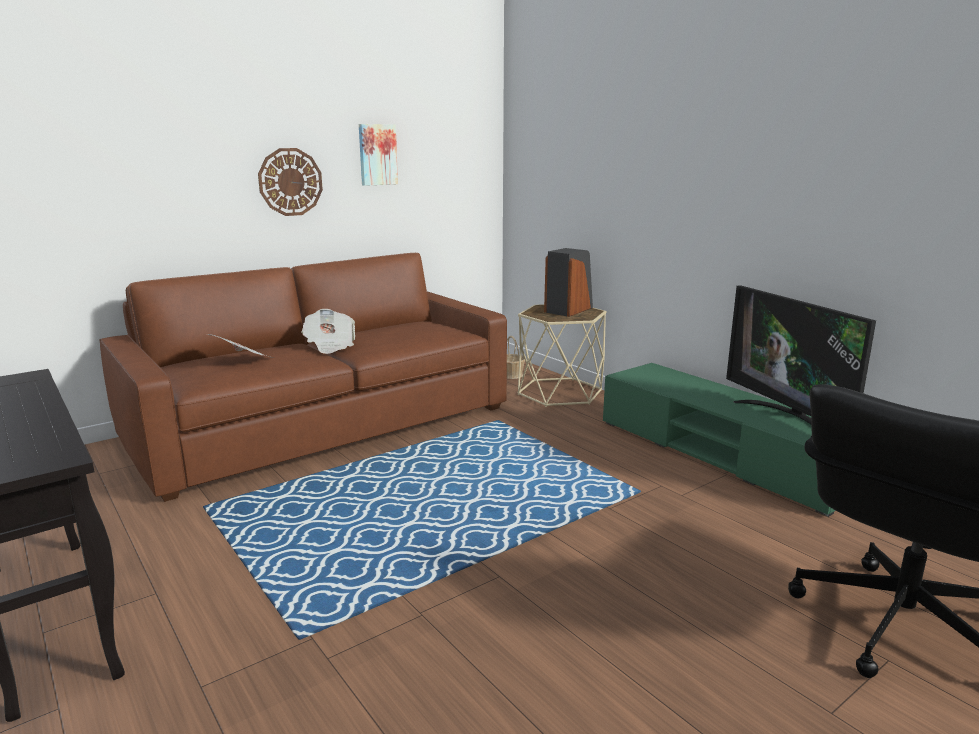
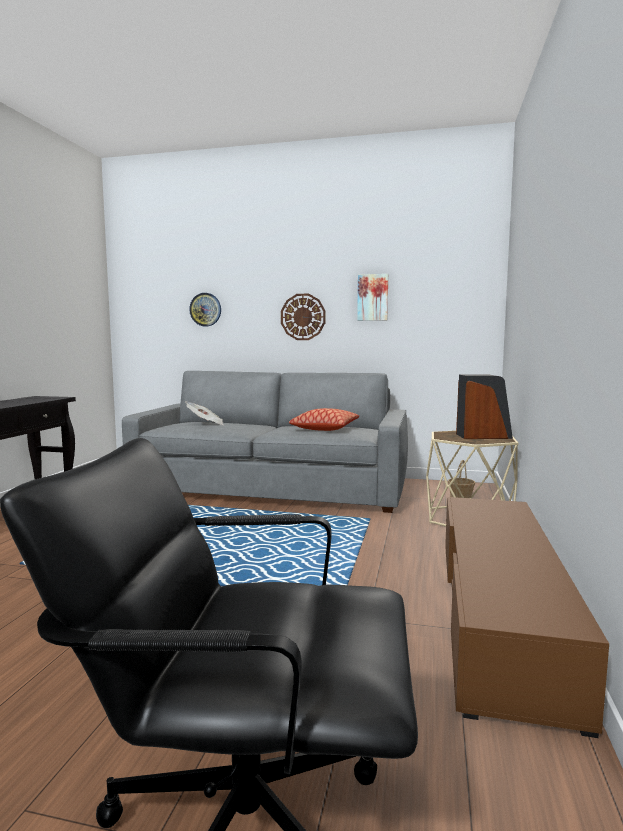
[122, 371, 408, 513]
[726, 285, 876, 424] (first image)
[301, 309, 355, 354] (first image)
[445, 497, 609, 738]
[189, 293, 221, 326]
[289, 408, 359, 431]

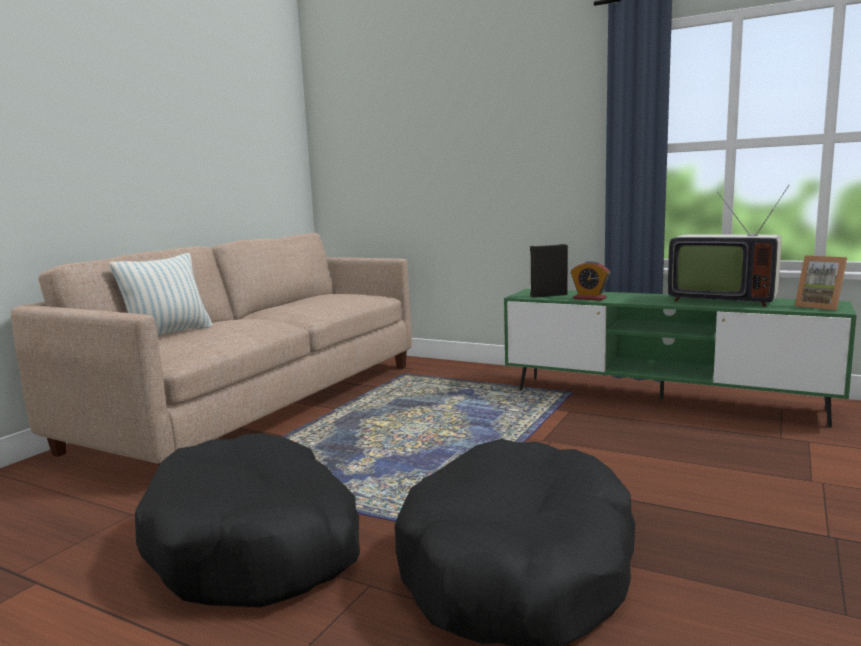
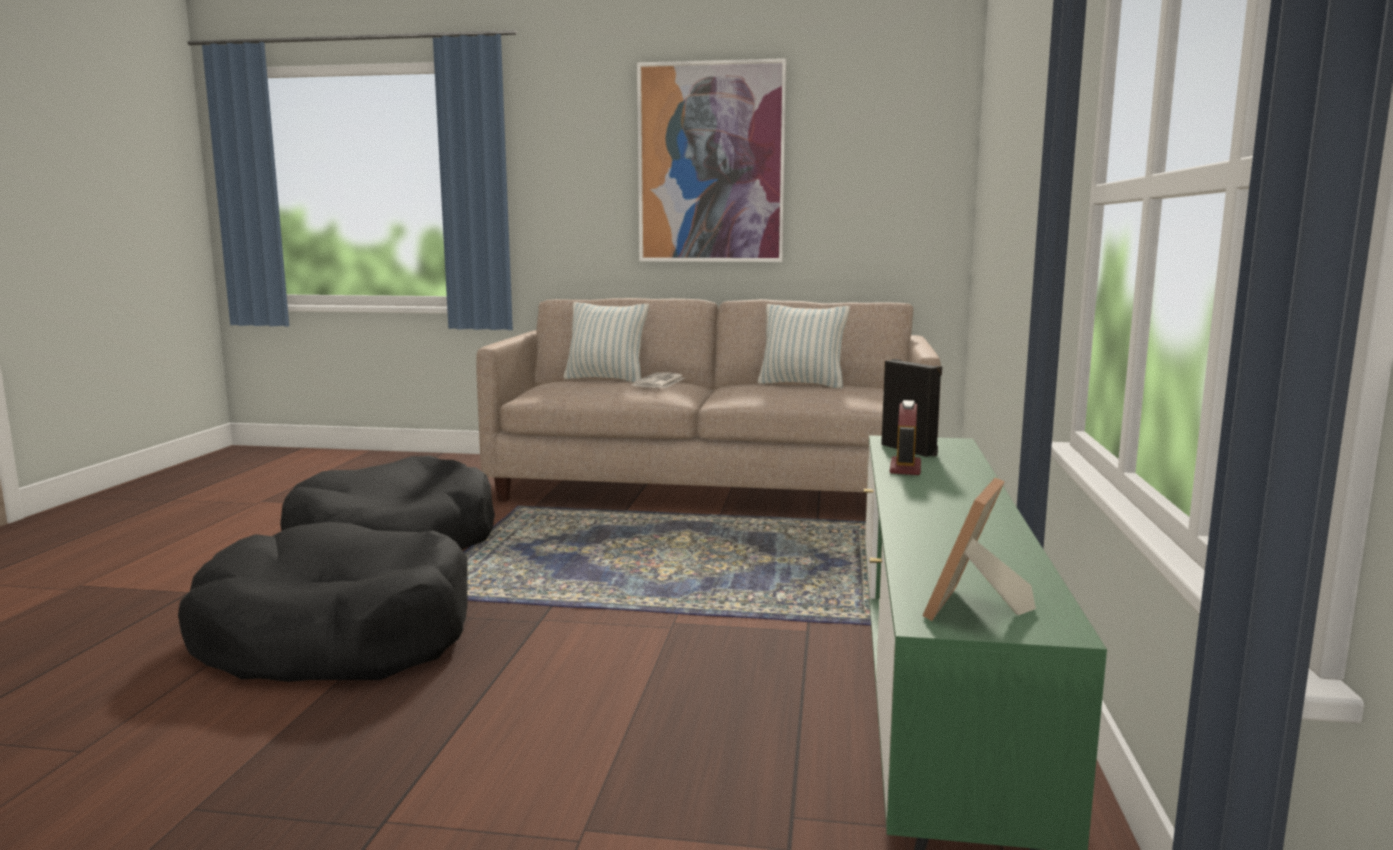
[668, 185, 789, 307] (first image)
[637, 58, 786, 262]
[758, 304, 850, 388]
[631, 372, 685, 388]

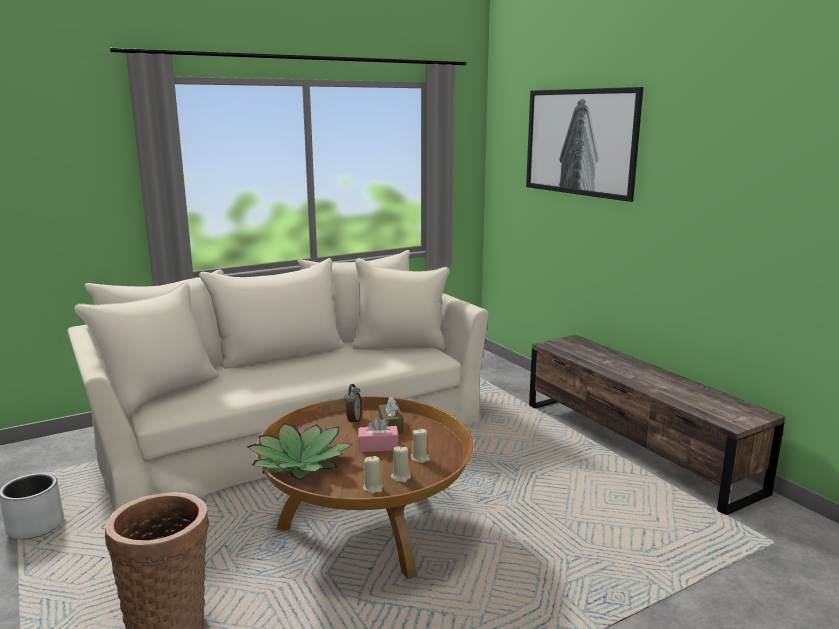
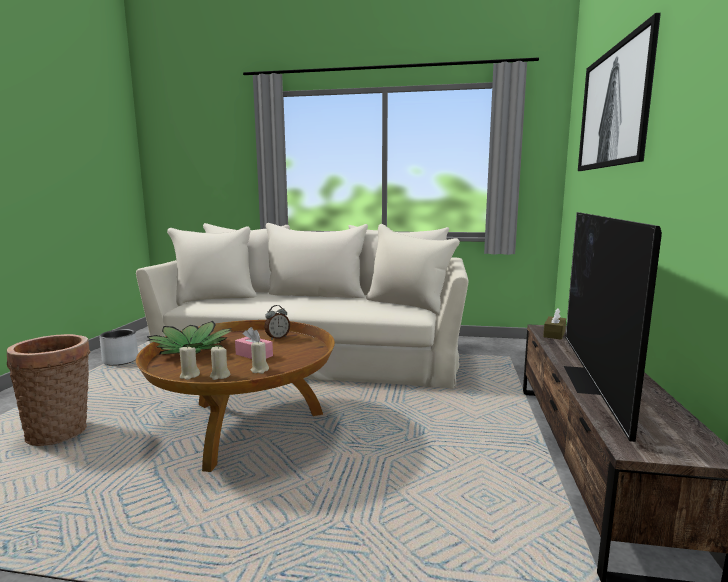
[543, 308, 566, 340]
[564, 212, 662, 442]

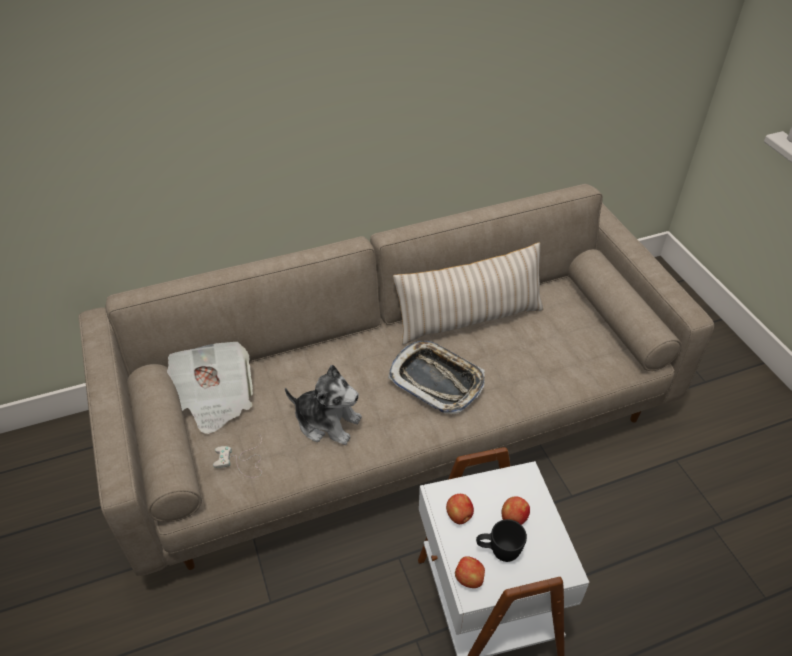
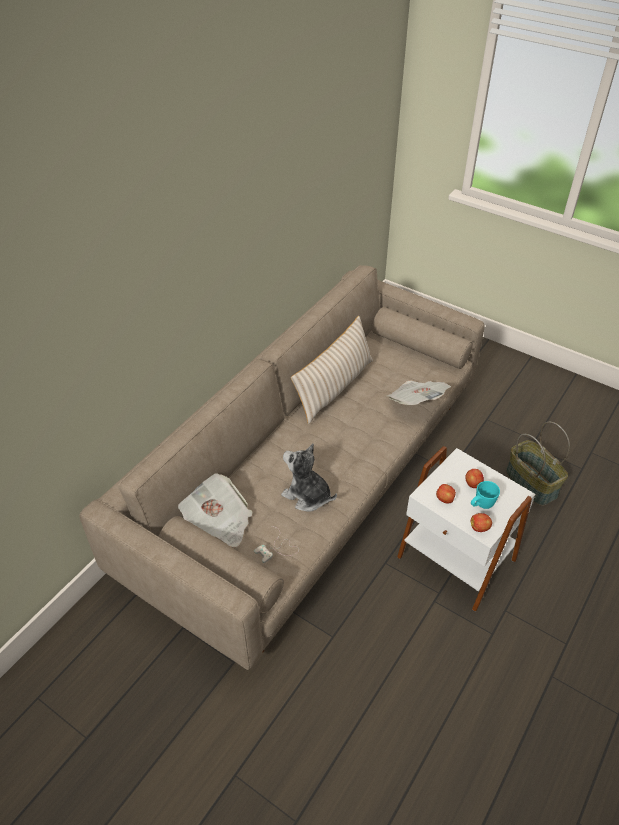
[388, 341, 485, 414] (first image)
[281, 444, 337, 512]
[471, 481, 500, 509]
[387, 380, 451, 405]
[506, 422, 570, 506]

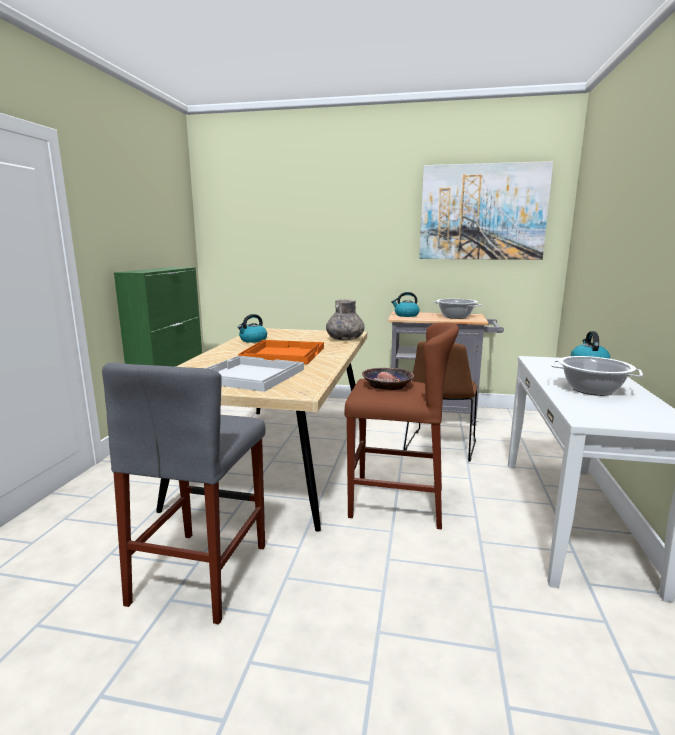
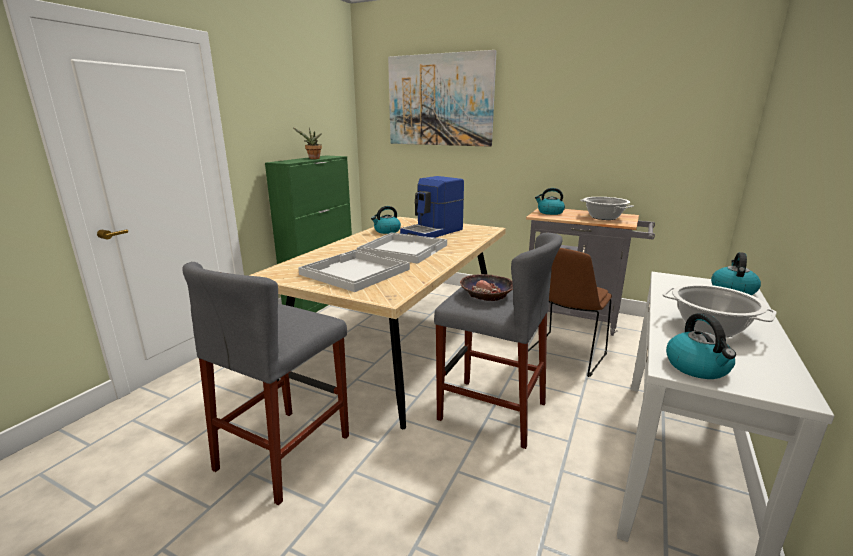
[388, 50, 497, 147]
[326, 299, 365, 340] (first image)
[434, 232, 563, 449]
[357, 232, 447, 263]
[294, 128, 322, 159]
[400, 176, 464, 238]
[666, 313, 736, 379]

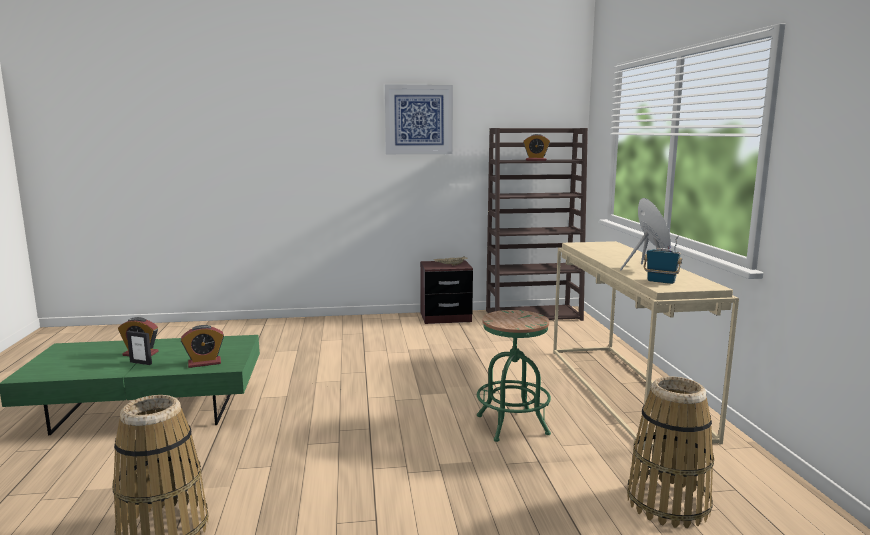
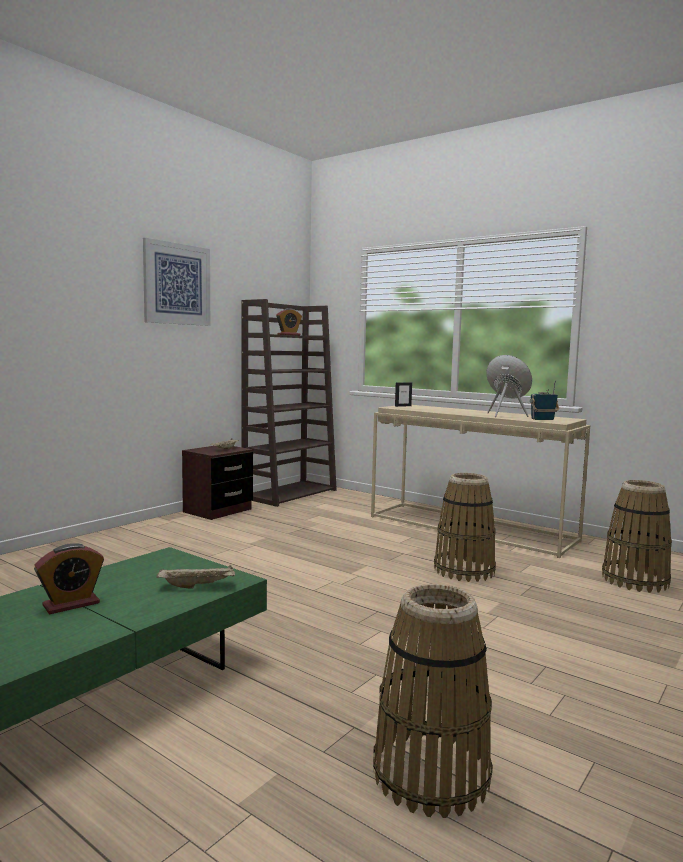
[434, 473, 496, 582]
[157, 565, 235, 588]
[395, 382, 412, 407]

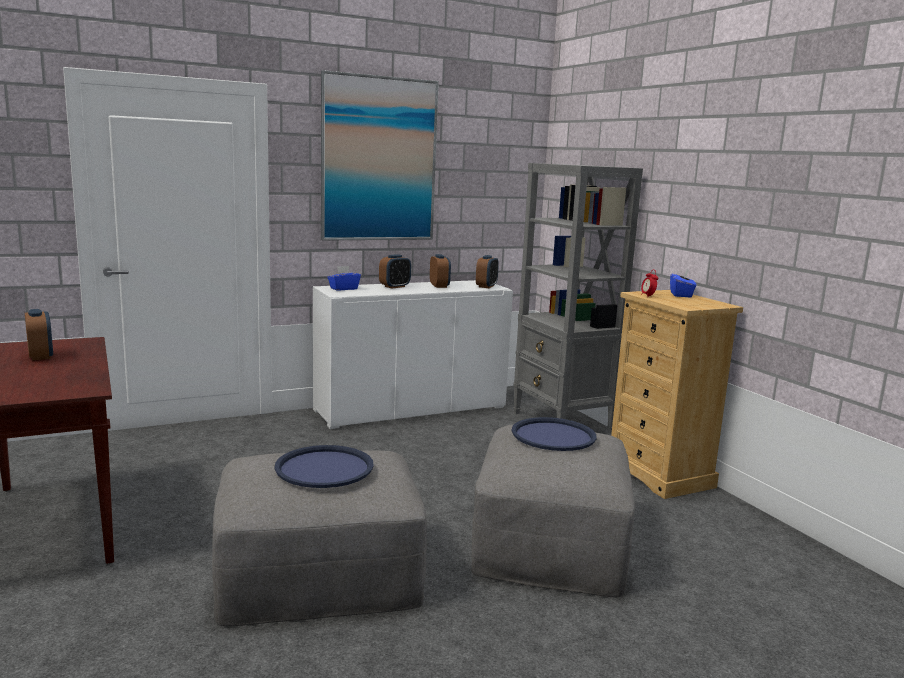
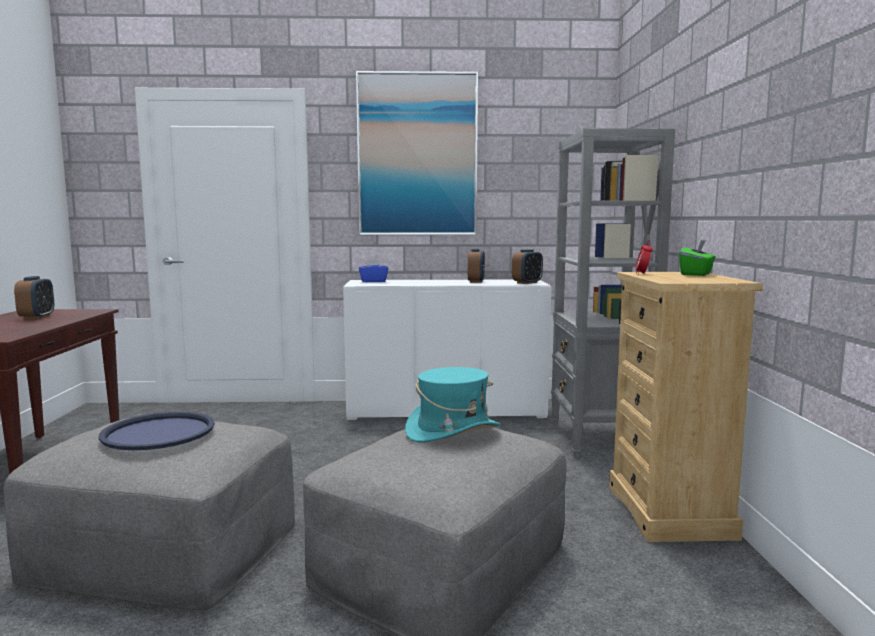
[379, 254, 411, 288] (first image)
[679, 240, 716, 276]
[405, 367, 501, 443]

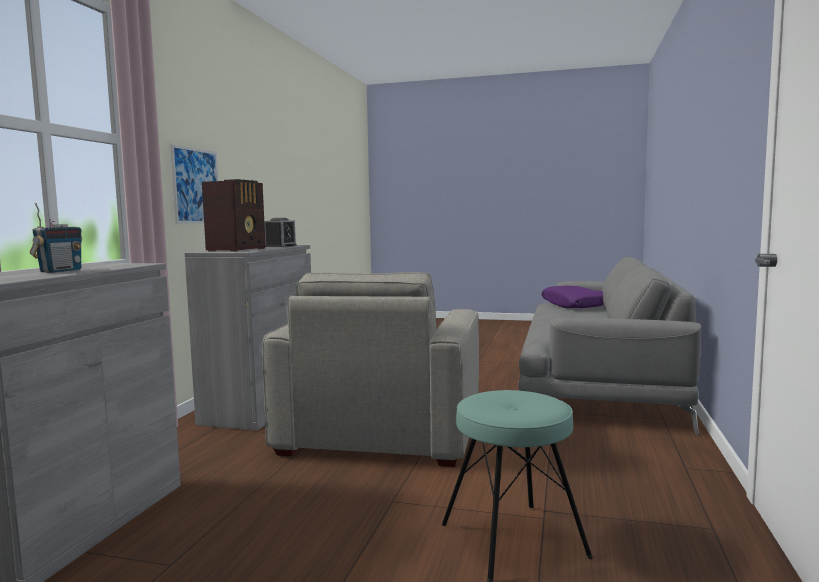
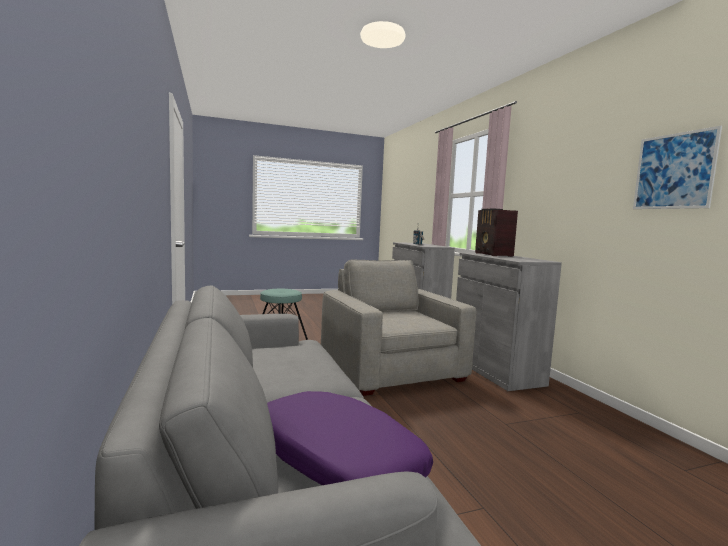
[633, 126, 722, 209]
[264, 218, 296, 247] (first image)

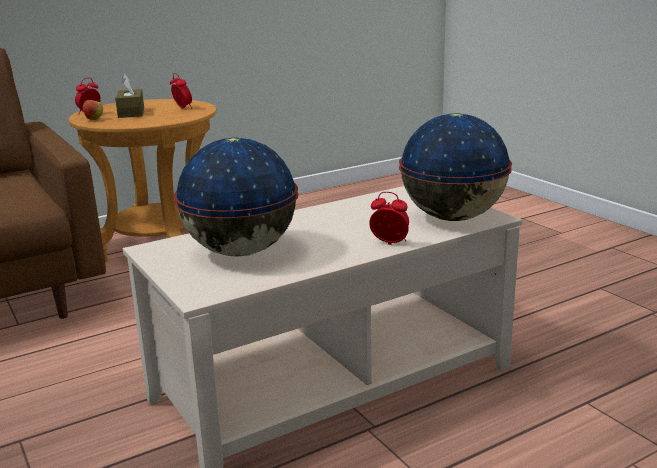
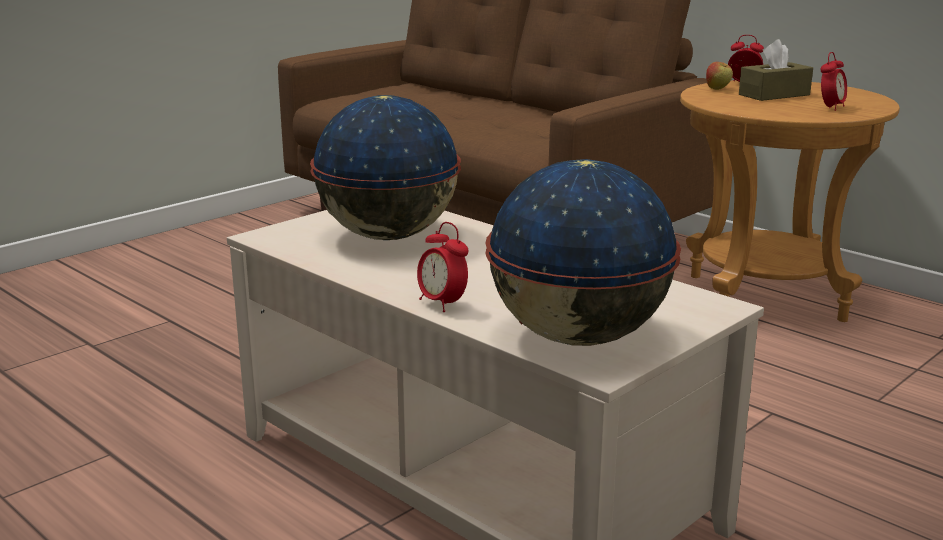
[417, 222, 469, 312]

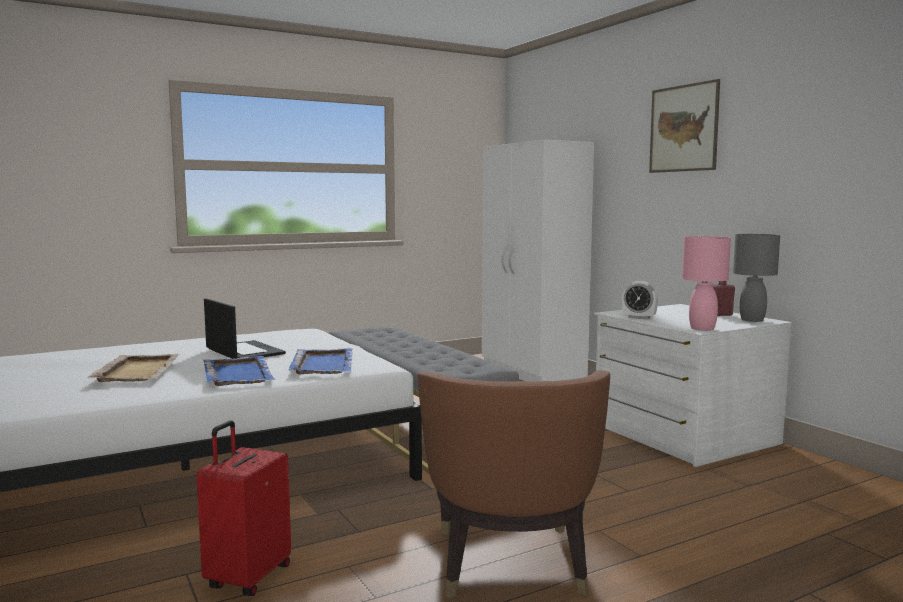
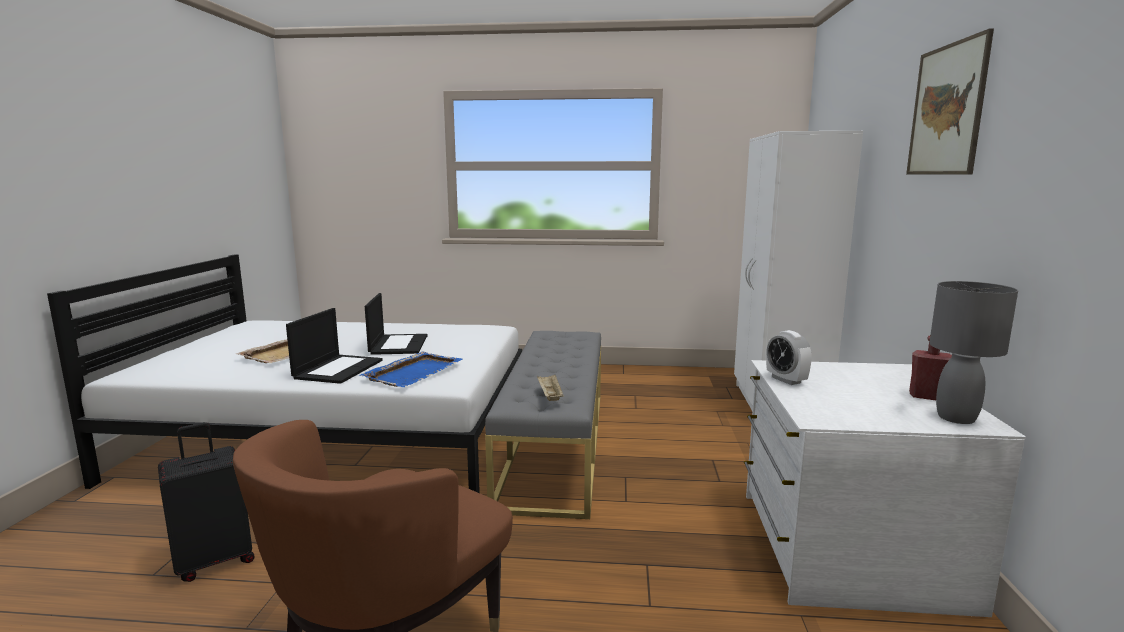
[682, 236, 731, 331] (first image)
[286, 308, 383, 384]
[158, 422, 255, 582]
[537, 375, 564, 401]

